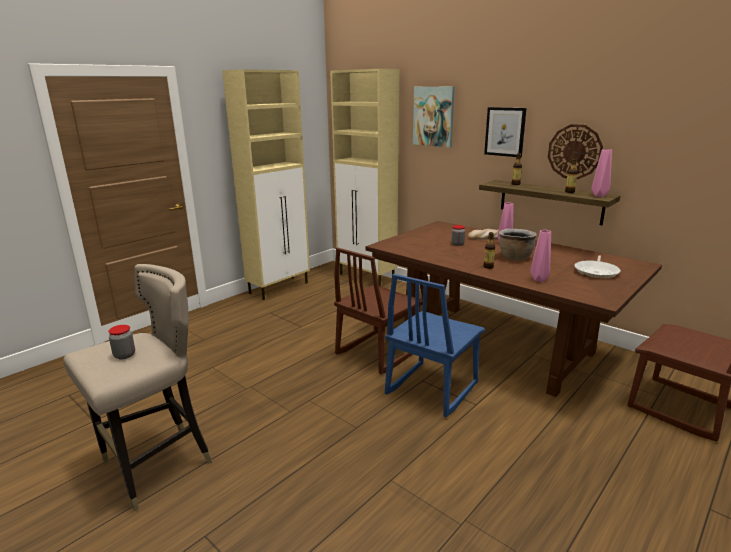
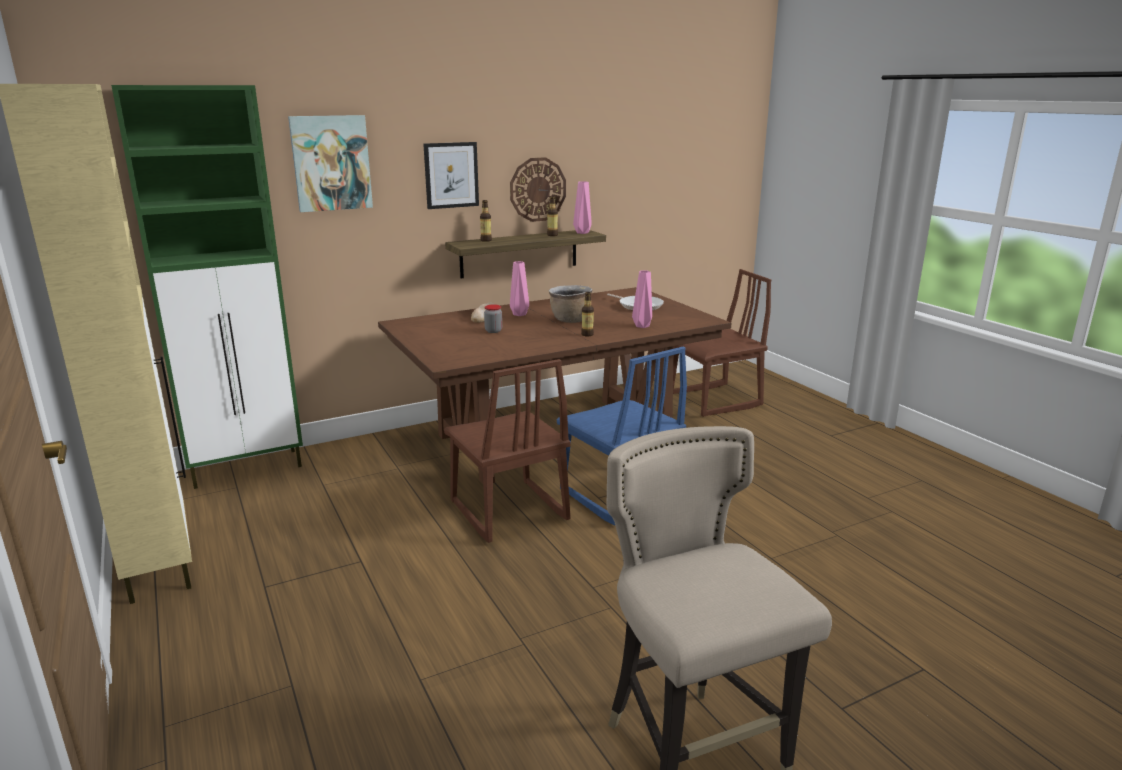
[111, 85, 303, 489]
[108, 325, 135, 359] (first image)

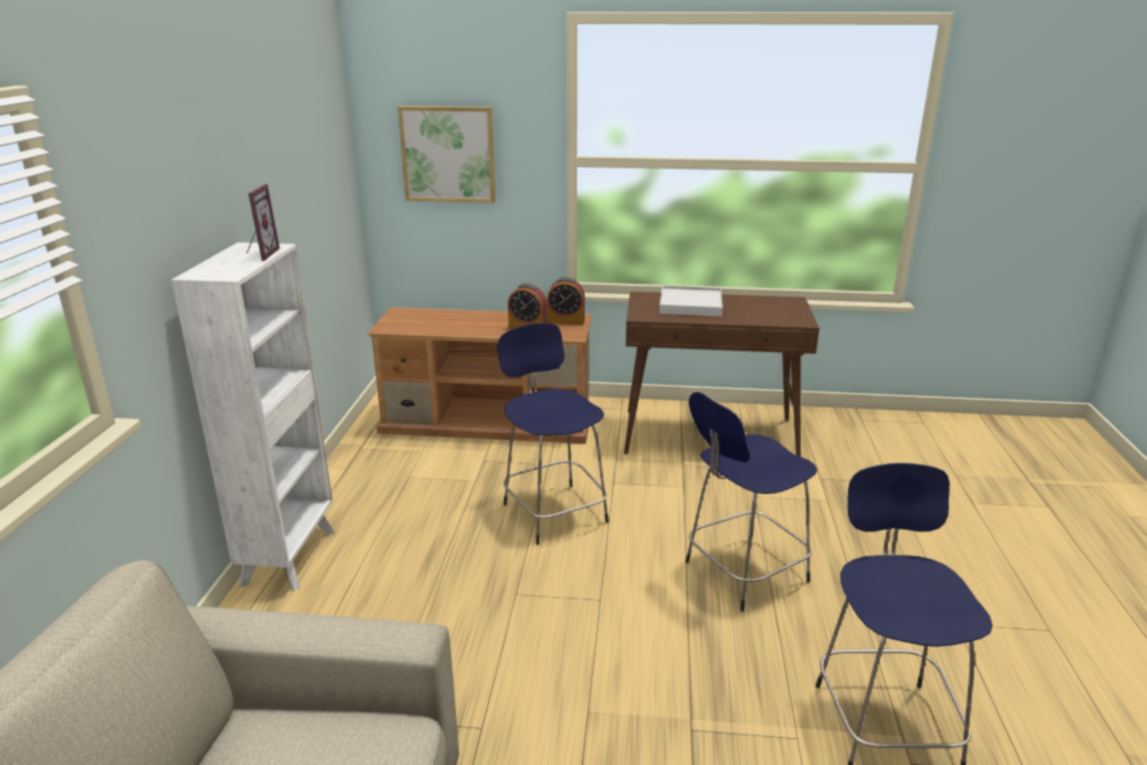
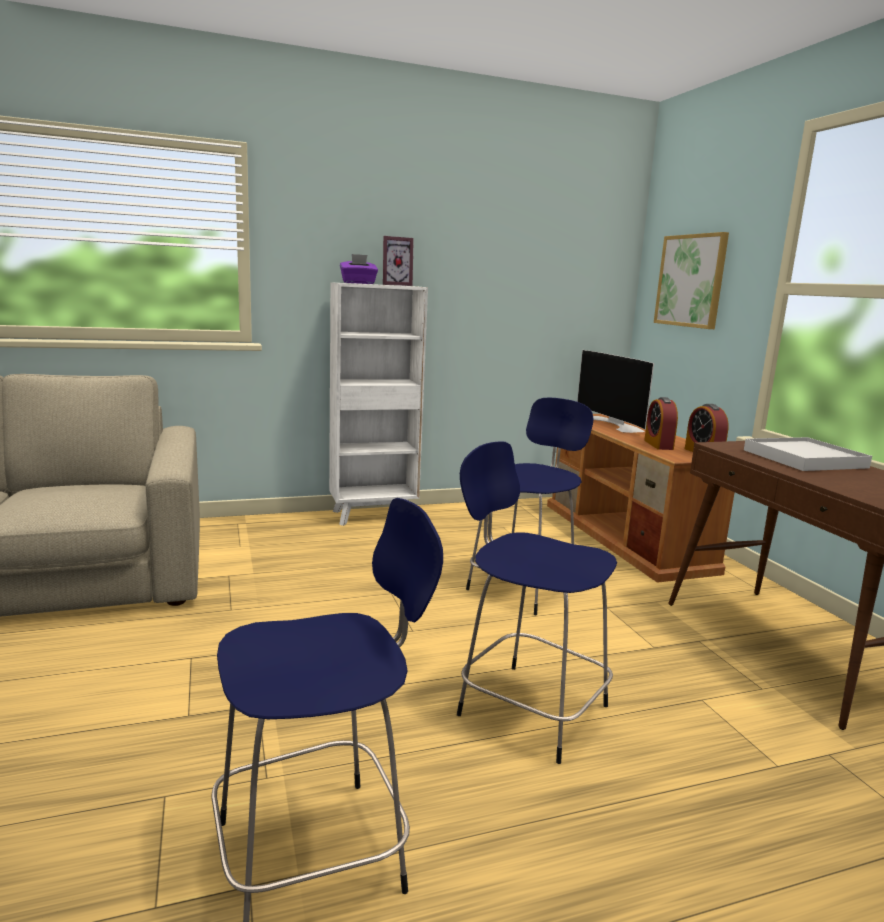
[340, 254, 378, 284]
[577, 350, 654, 433]

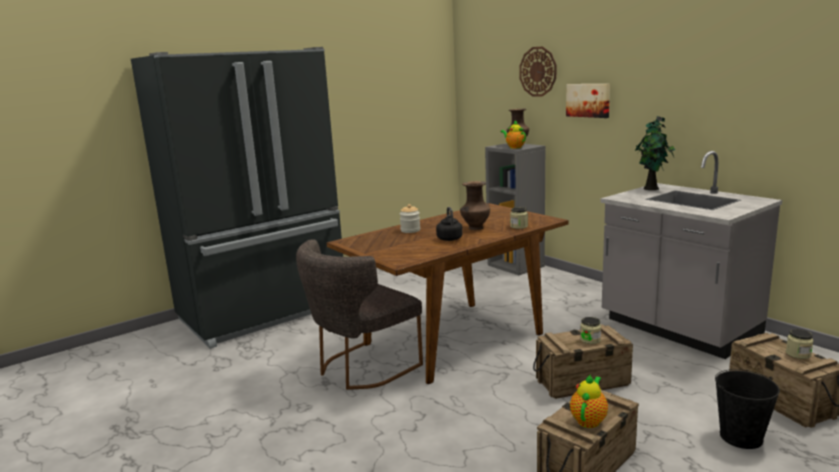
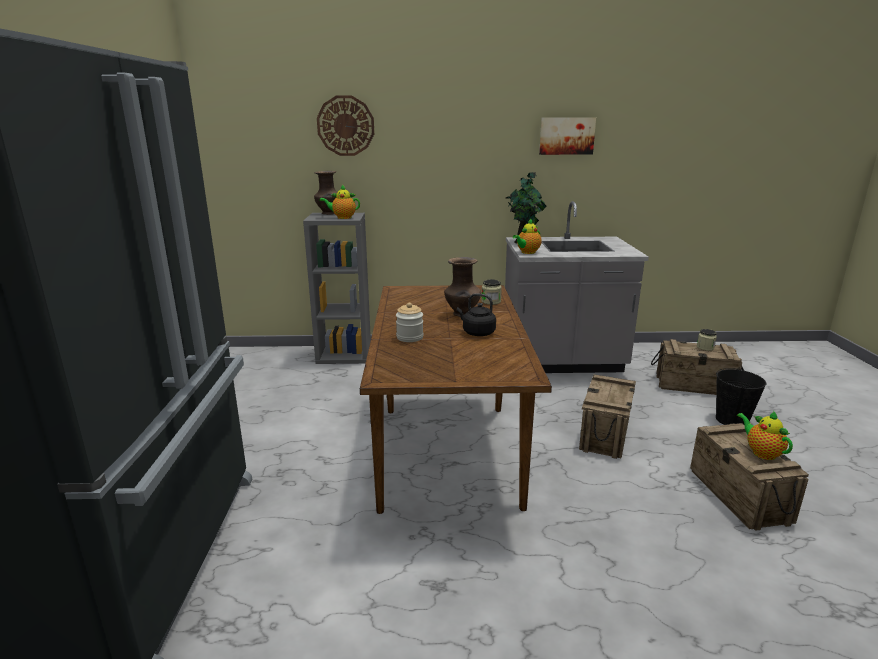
[539, 117, 596, 155]
[296, 239, 423, 390] (first image)
[580, 317, 601, 344] (first image)
[513, 219, 542, 254]

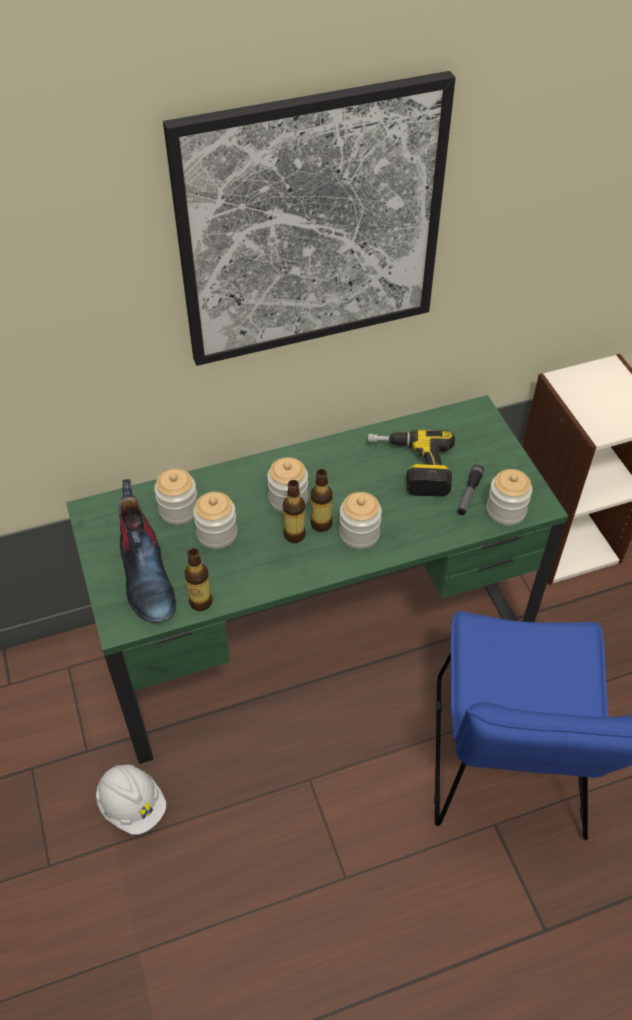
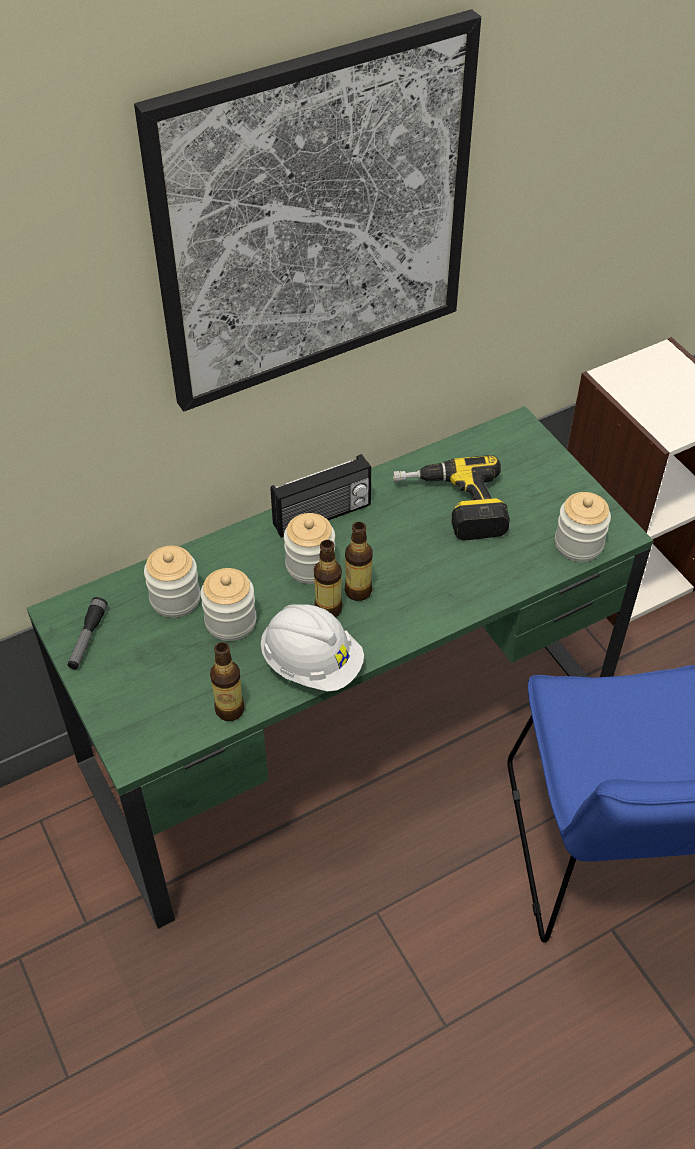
[68, 597, 108, 669]
[118, 479, 176, 623] (first image)
[339, 492, 382, 549] (first image)
[261, 604, 364, 692]
[270, 454, 372, 538]

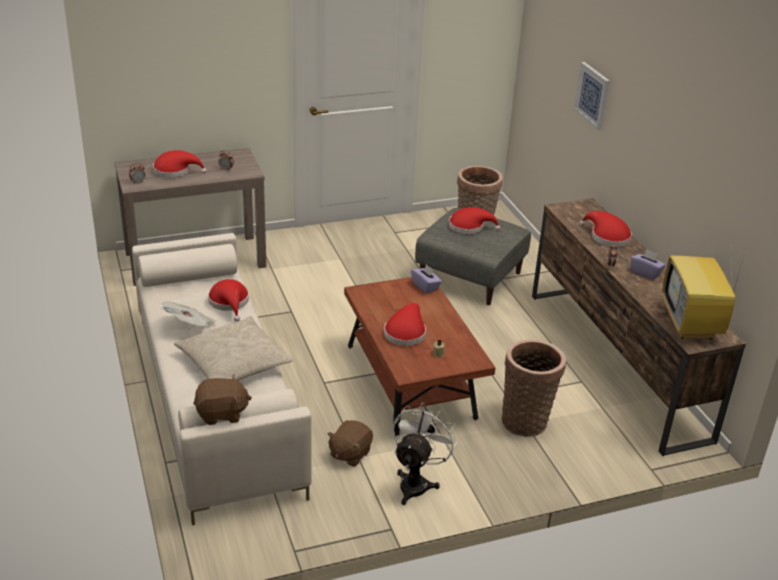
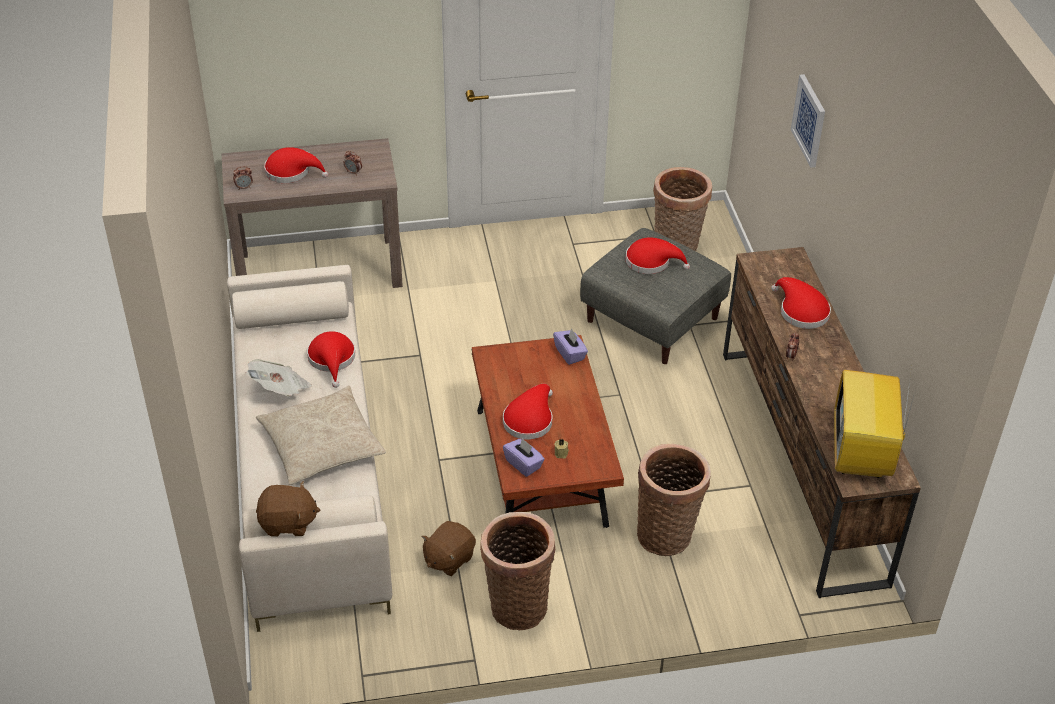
[503, 438, 545, 477]
[480, 512, 555, 630]

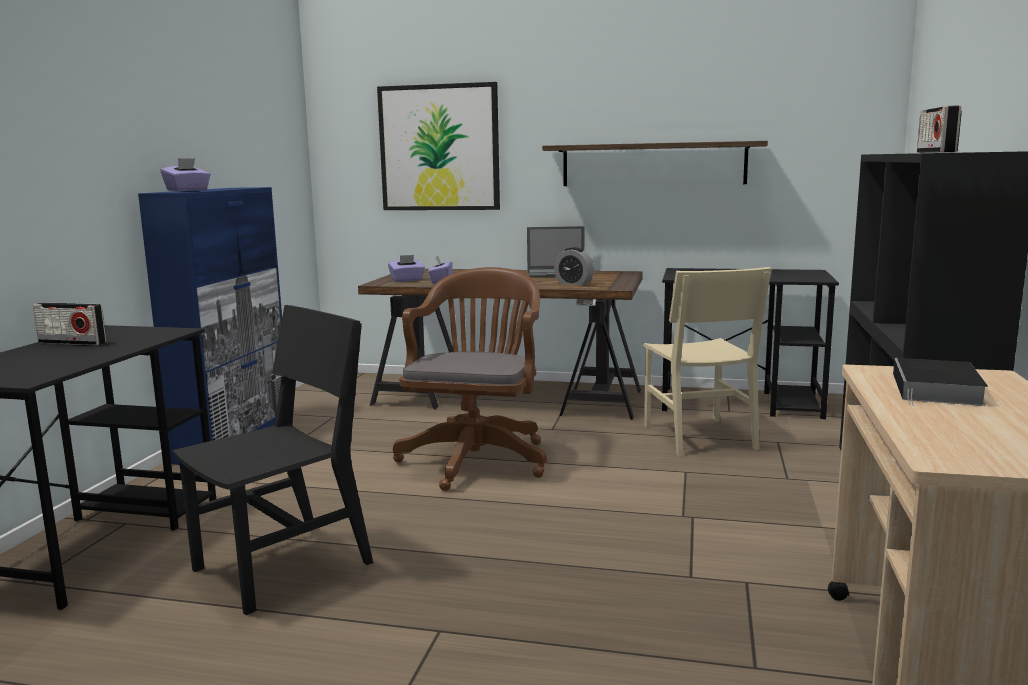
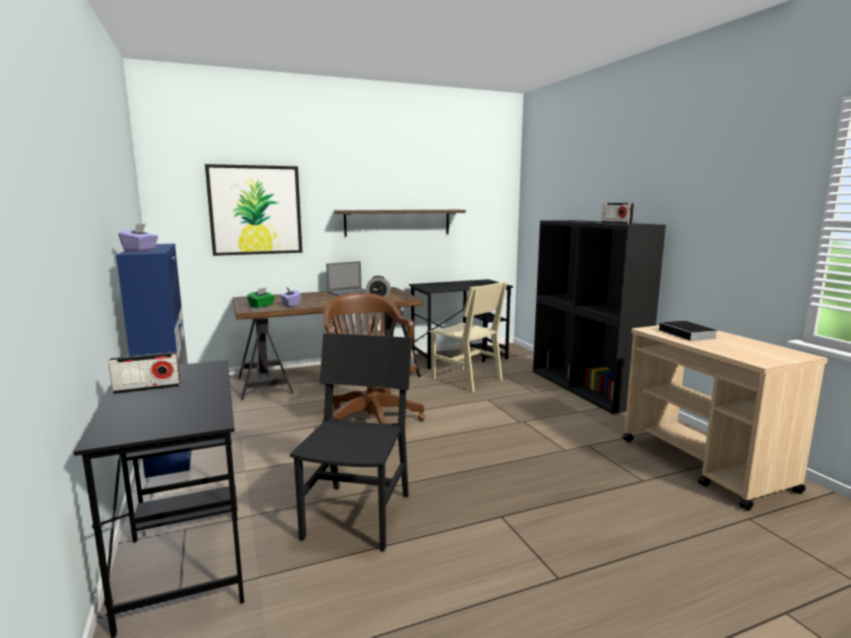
[247, 288, 275, 308]

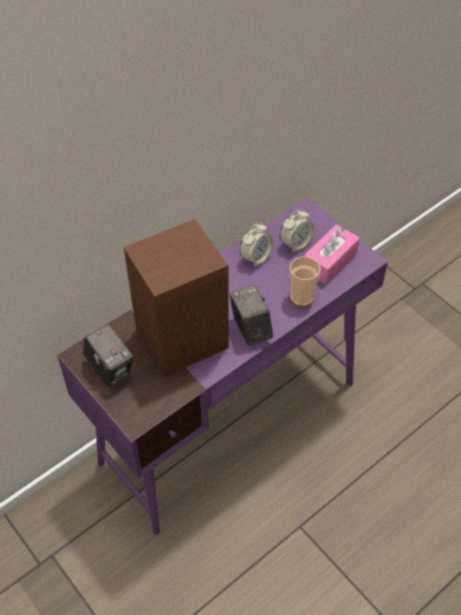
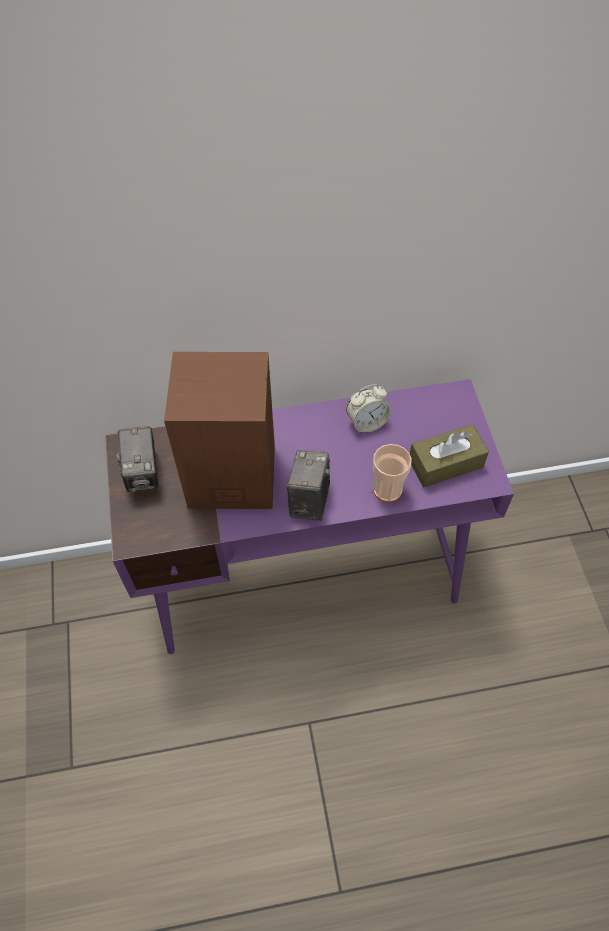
[280, 208, 314, 253] (first image)
[410, 424, 489, 487]

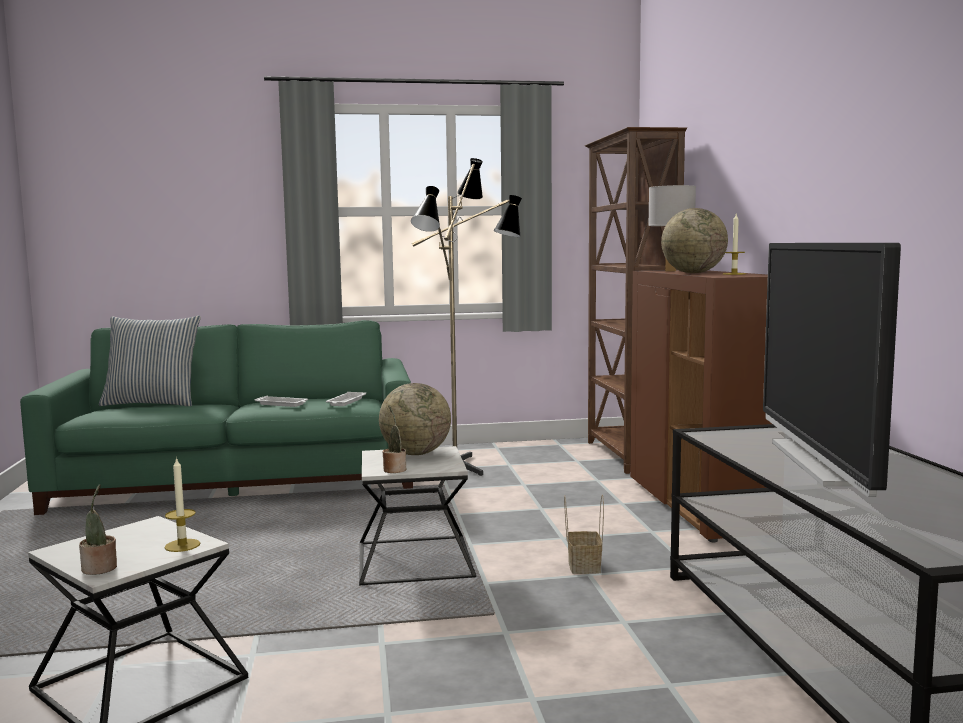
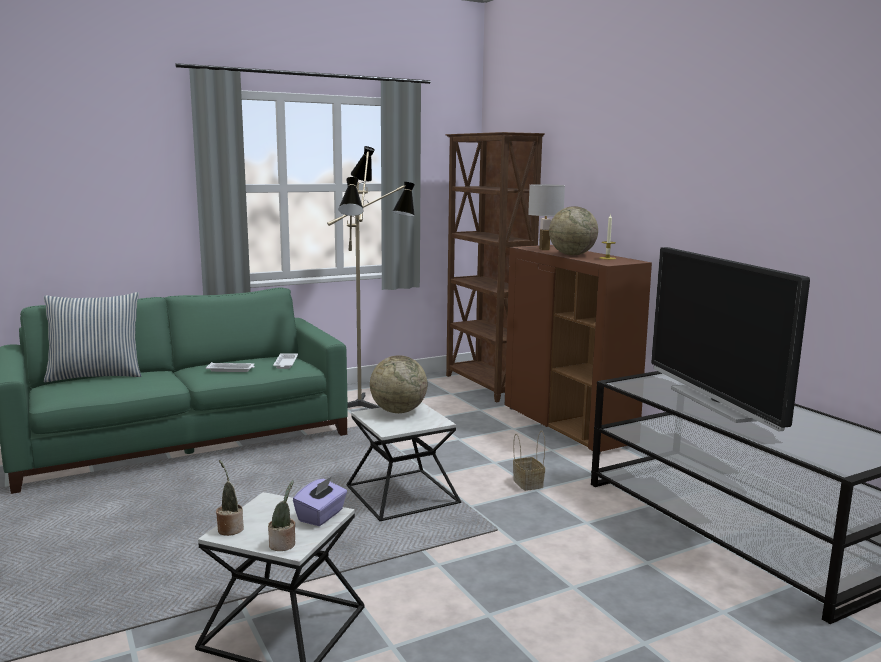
[216, 460, 244, 536]
[293, 476, 347, 526]

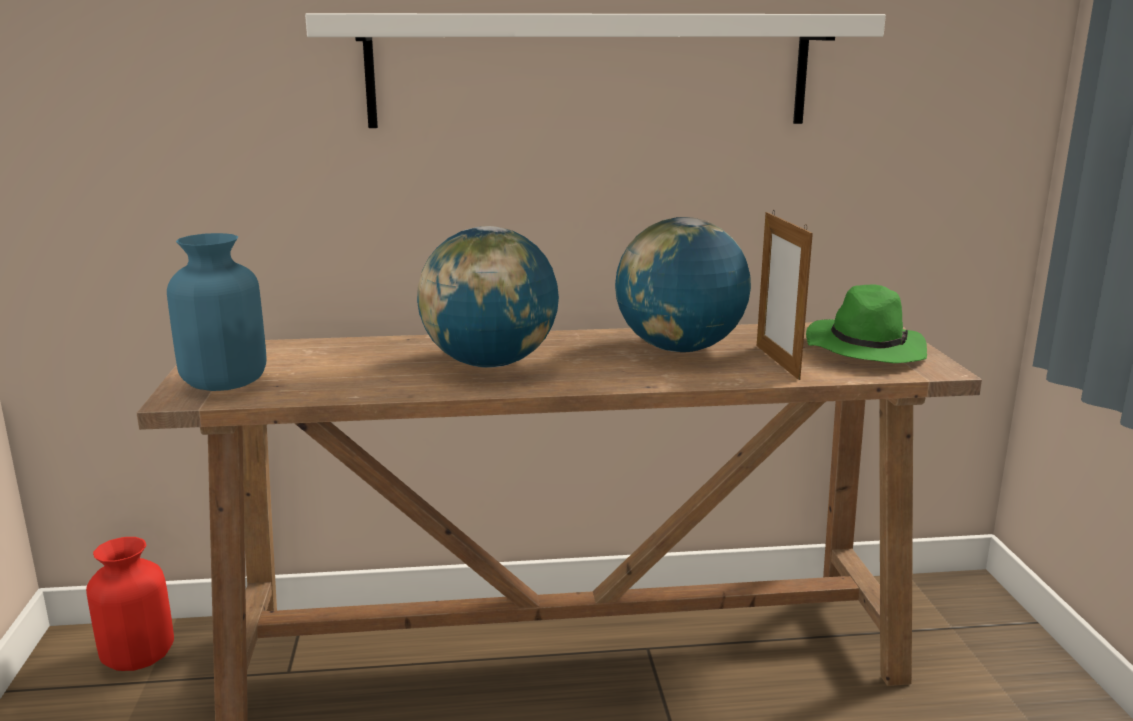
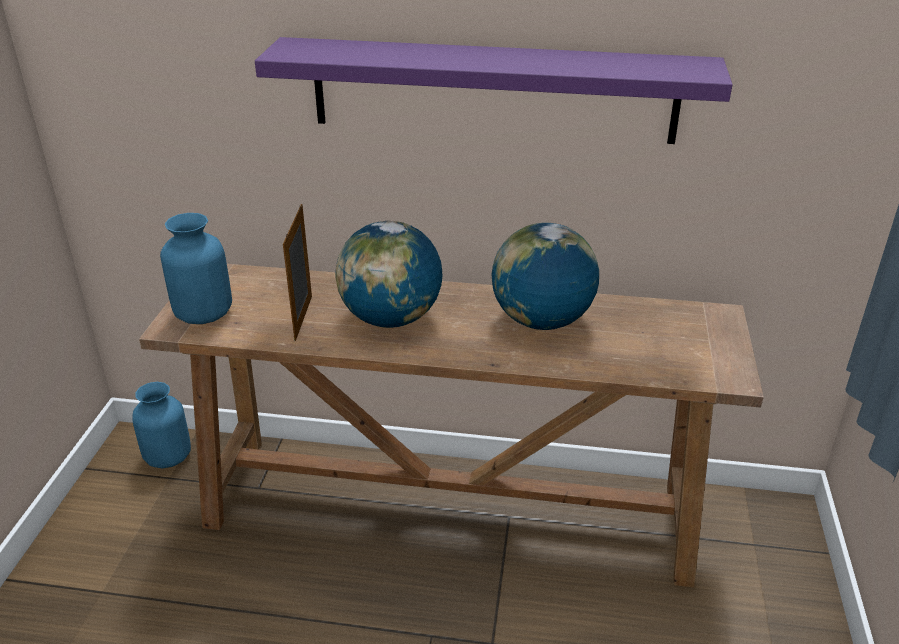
[255, 37, 732, 144]
[283, 204, 312, 341]
[806, 285, 927, 363] (first image)
[132, 382, 191, 469]

